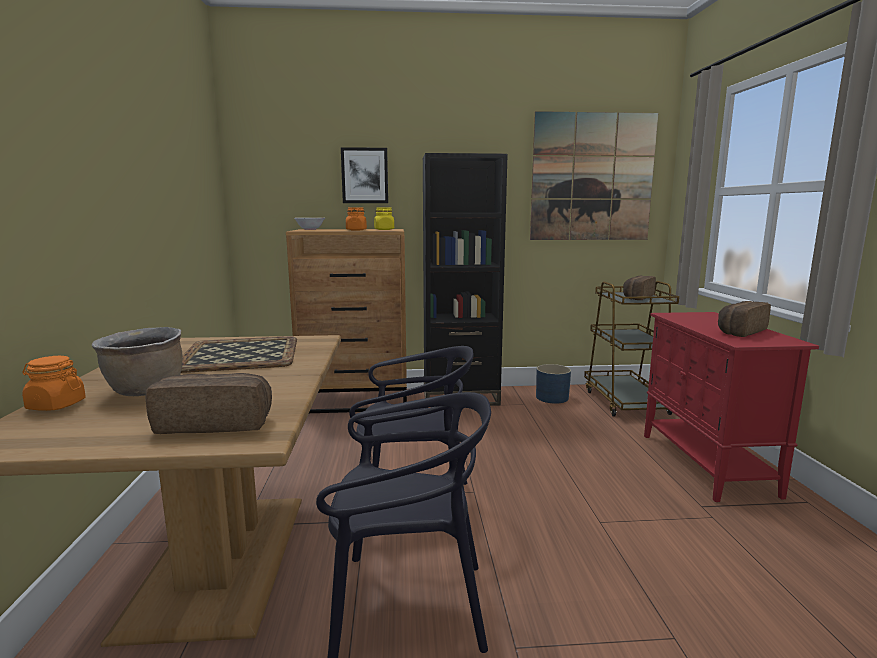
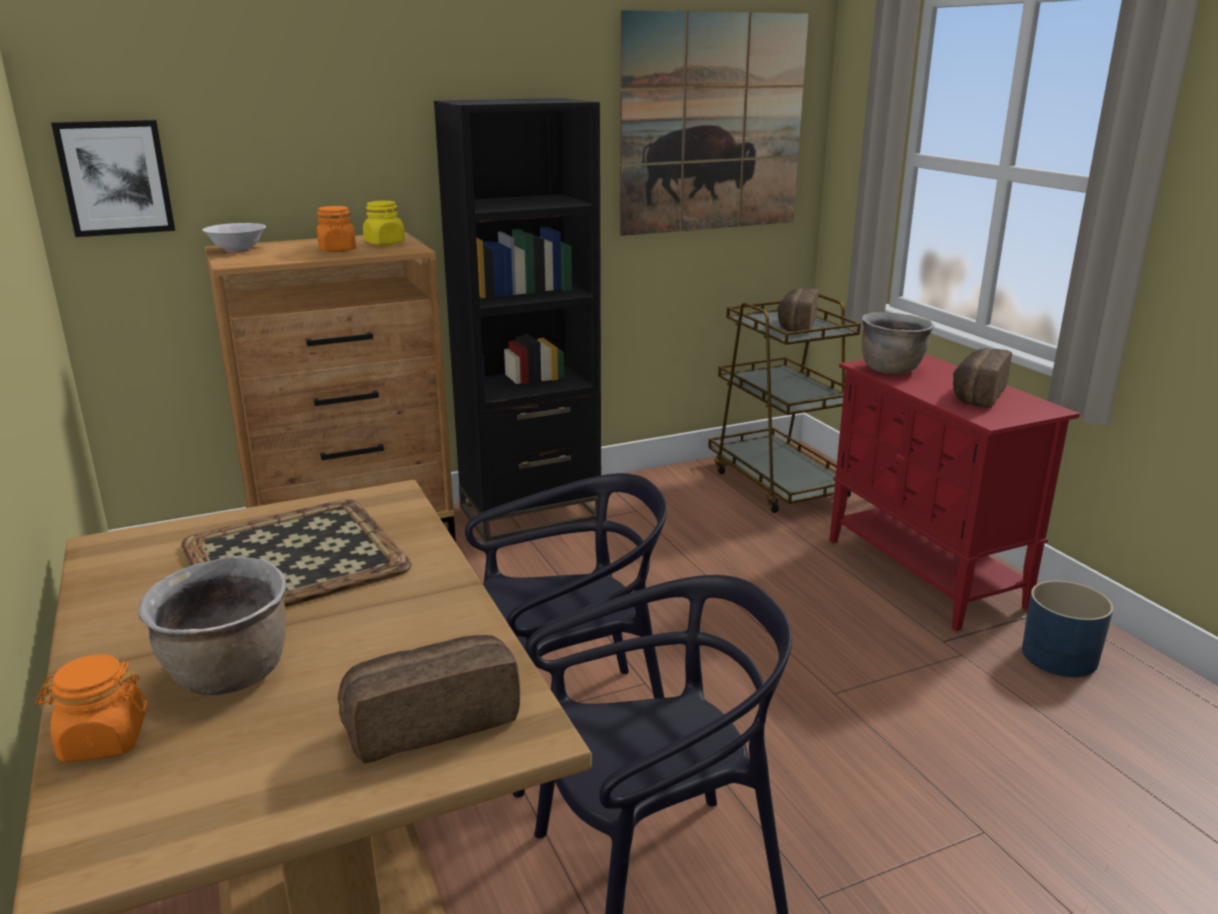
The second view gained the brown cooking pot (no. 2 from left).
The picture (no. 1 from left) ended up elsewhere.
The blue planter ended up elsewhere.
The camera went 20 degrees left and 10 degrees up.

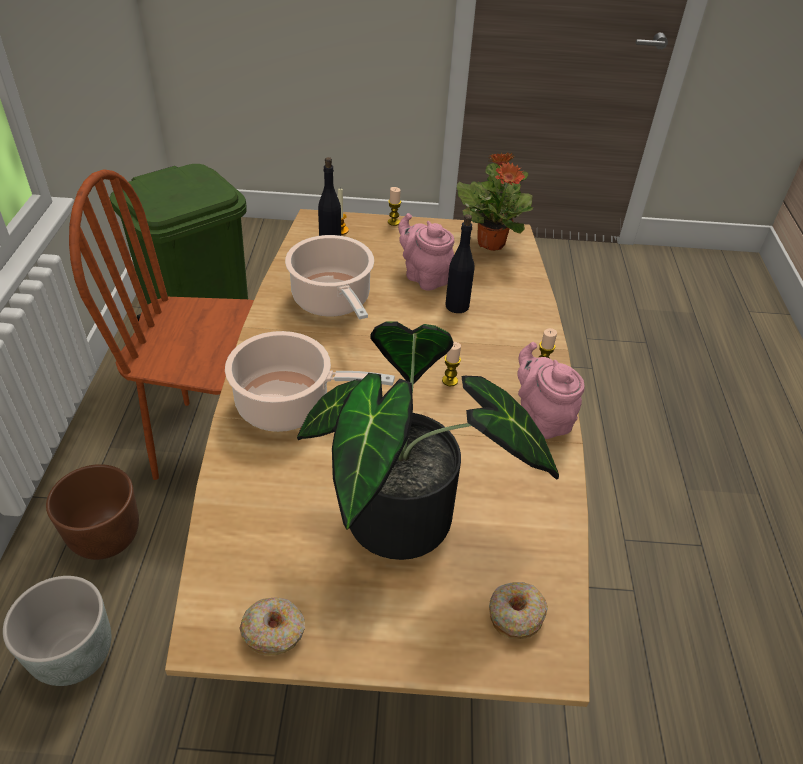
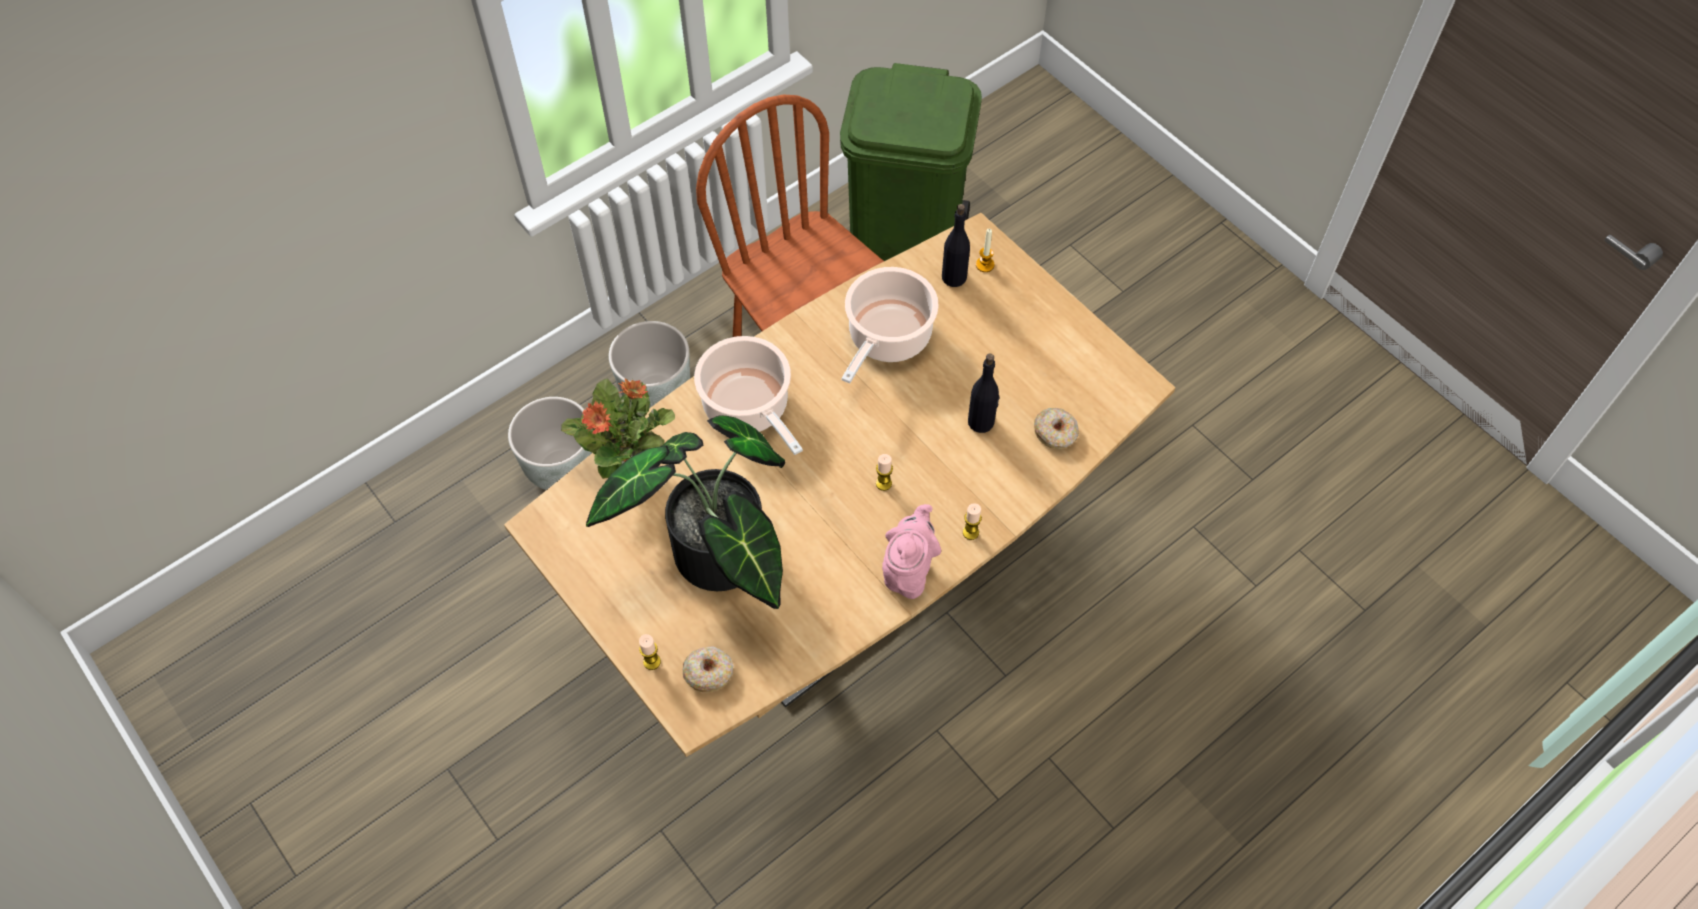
The second view lost the pink teapot (no. 1 from left).
The donut (no. 1 from left in the first image) ended up elsewhere.
The candle (no. 2 from left in the first image) ended up elsewhere.
The potted plant (no. 2 from left in the first image) ended up elsewhere.
What was the brown planter turned into the grey planter (no. 2 from left).
The camera went 50 degrees right and 15 degrees up.

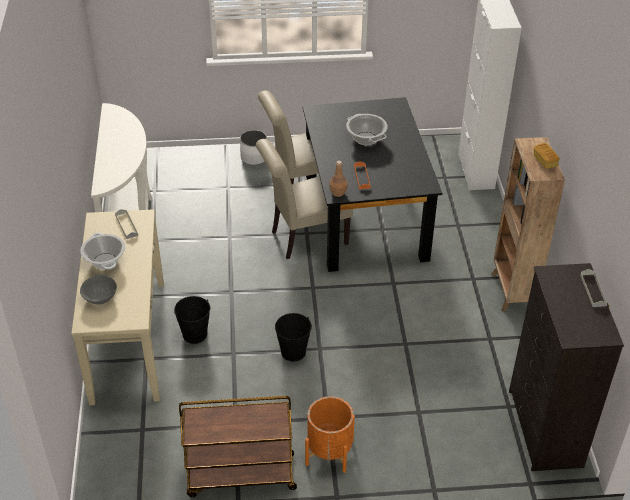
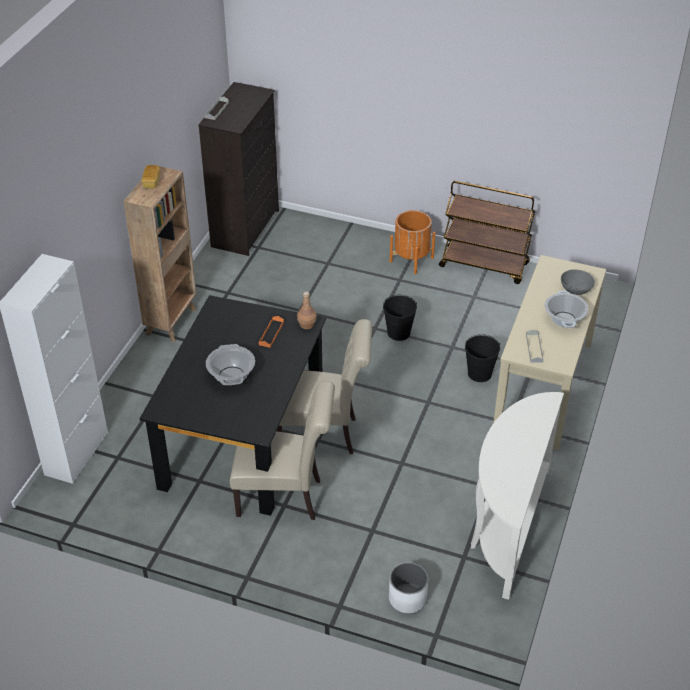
The white planter ended up elsewhere.
The camera went 155 degrees left and 0 degrees up.

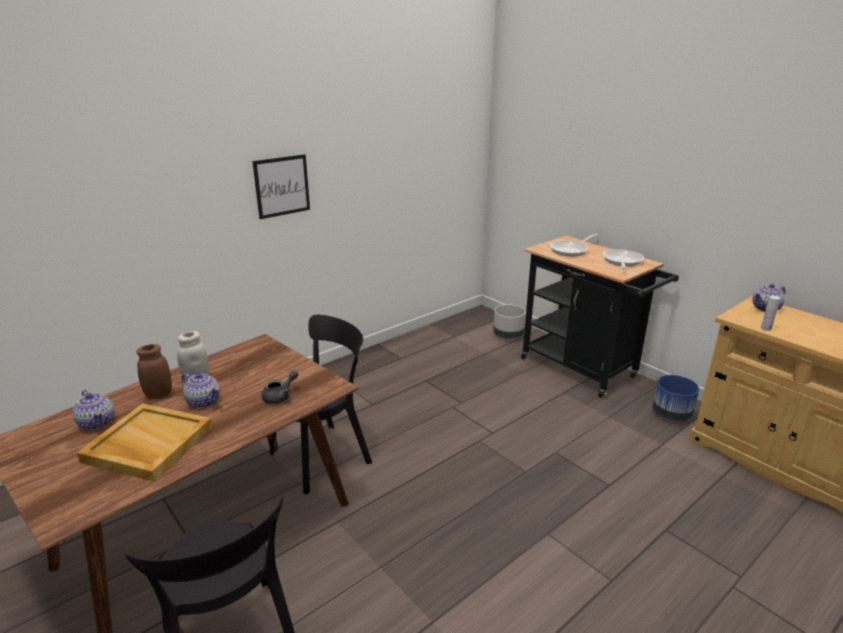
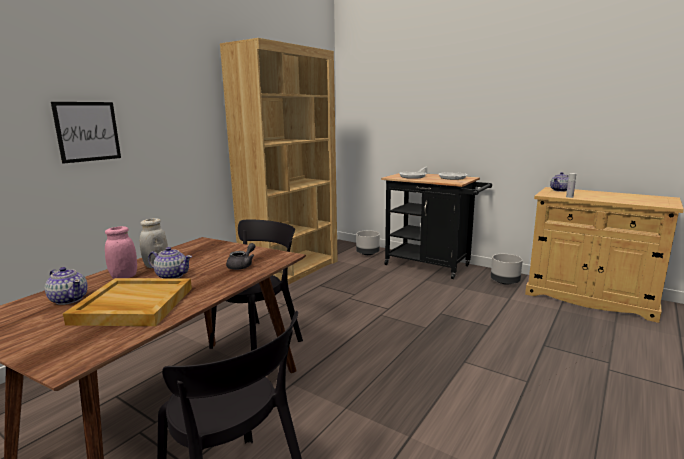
The second view gained the brown bookcase.
The picture ended up elsewhere.
What was the brown jar turned into the pink jar.
What was the blue planter turned into the grey planter (no. 2 from left).
The camera went 15 degrees left and 10 degrees down.

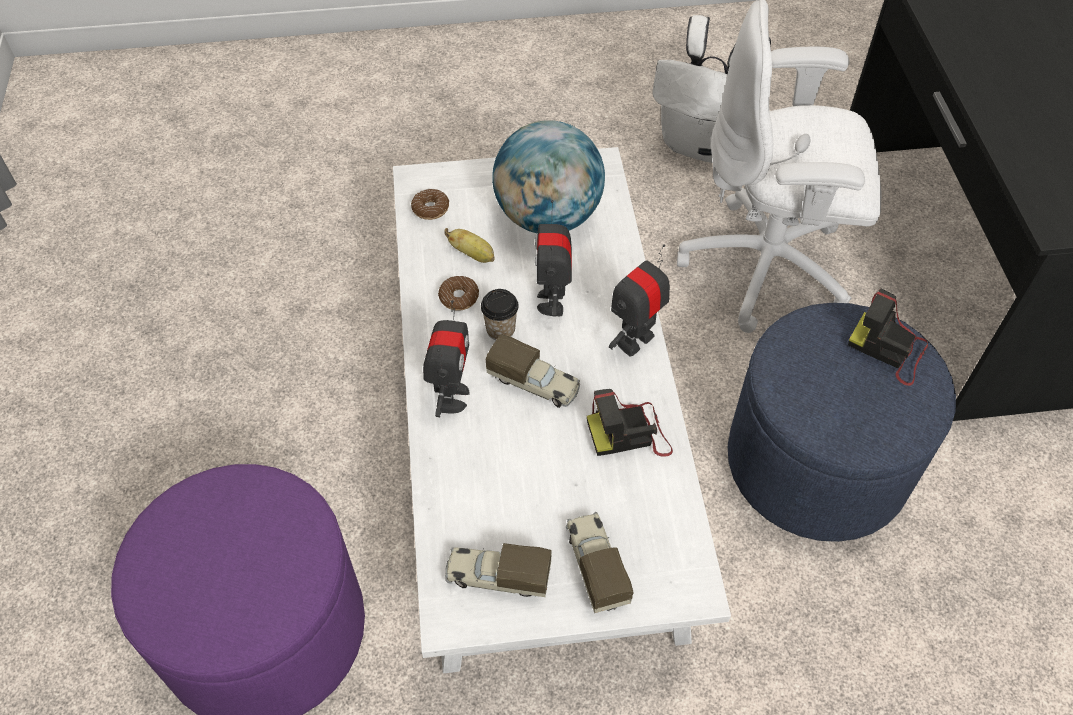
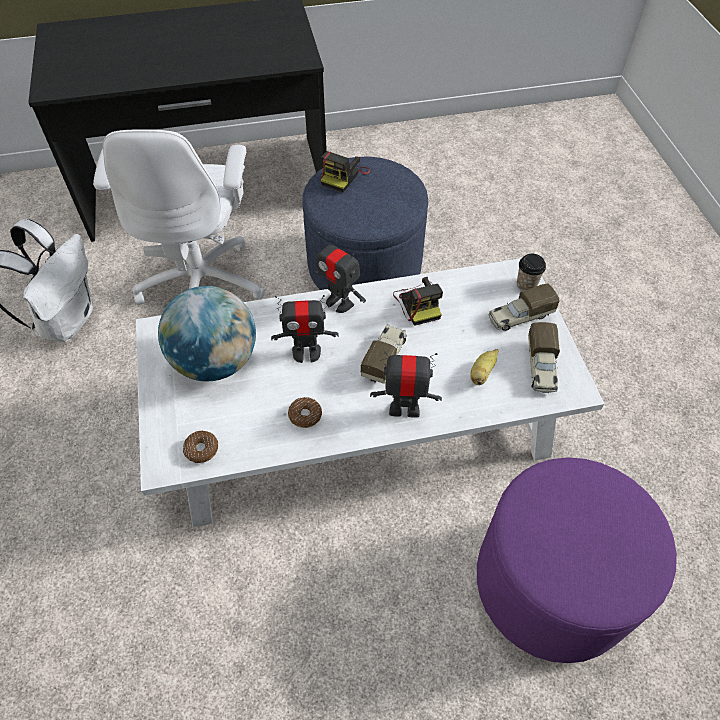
The banana ended up elsewhere.
The cup ended up elsewhere.
The camera went 95 degrees left and 0 degrees up.

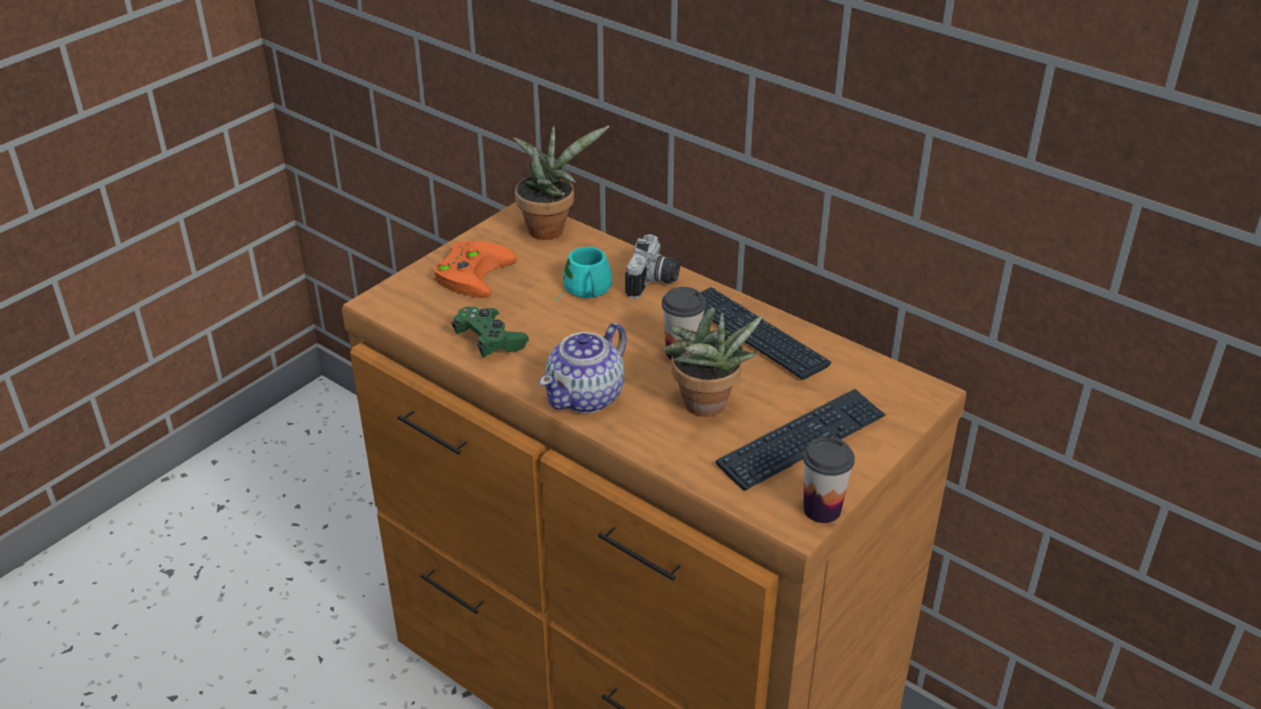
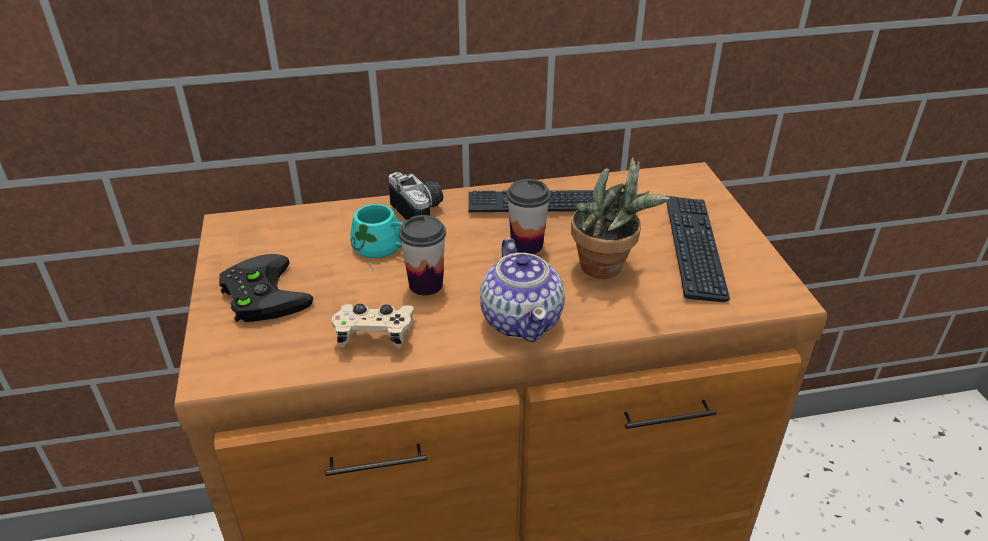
The second view lost the potted plant (no. 1 from left).
The cup (no. 2 from left in the first image) ended up elsewhere.
What was the orange game controller turned into the black game controller.
What was the green game controller turned into the beige game controller.
The camera went 50 degrees left and 0 degrees up.

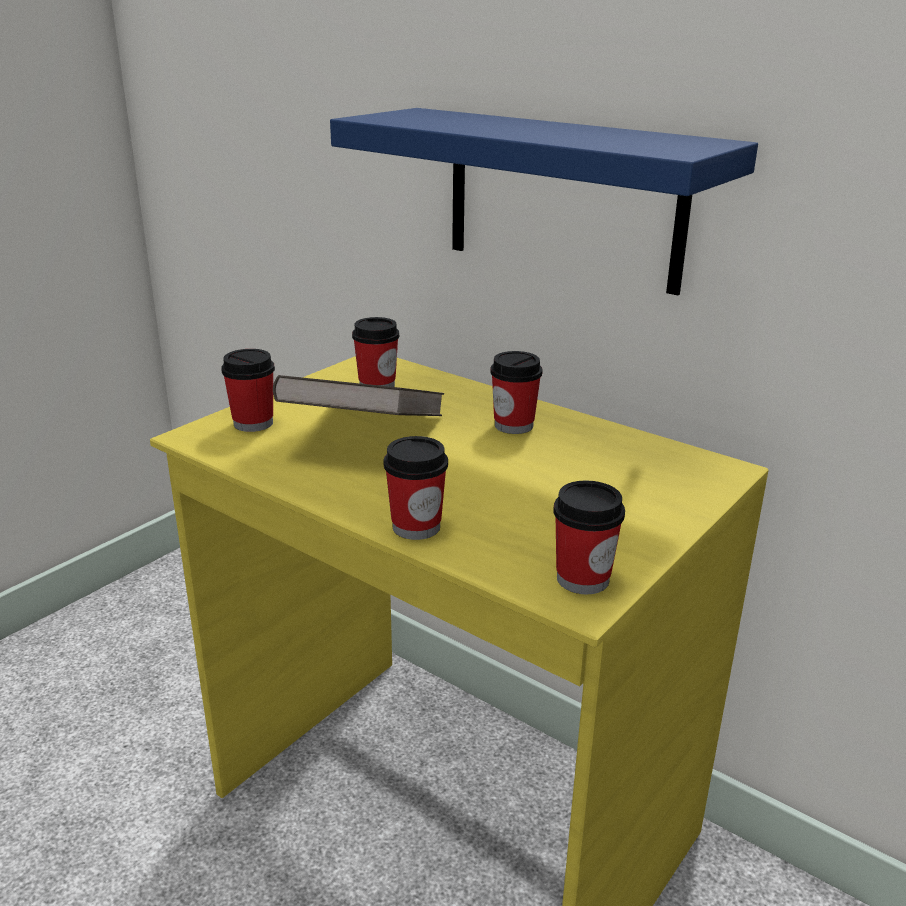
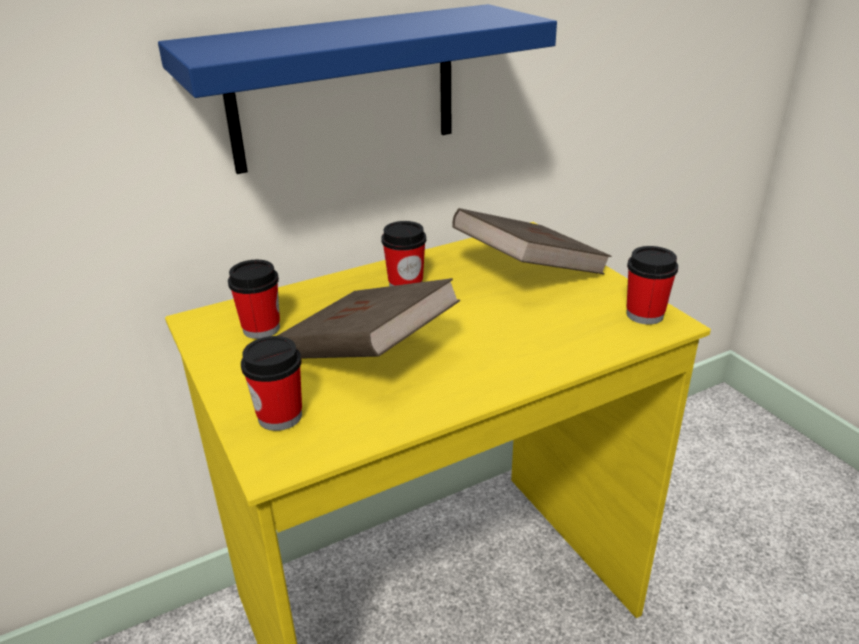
The second view lost the cup (no. 3 from left).
The second view gained the brown book (no. 2 from left).
The camera went 65 degrees left and 5 degrees up.

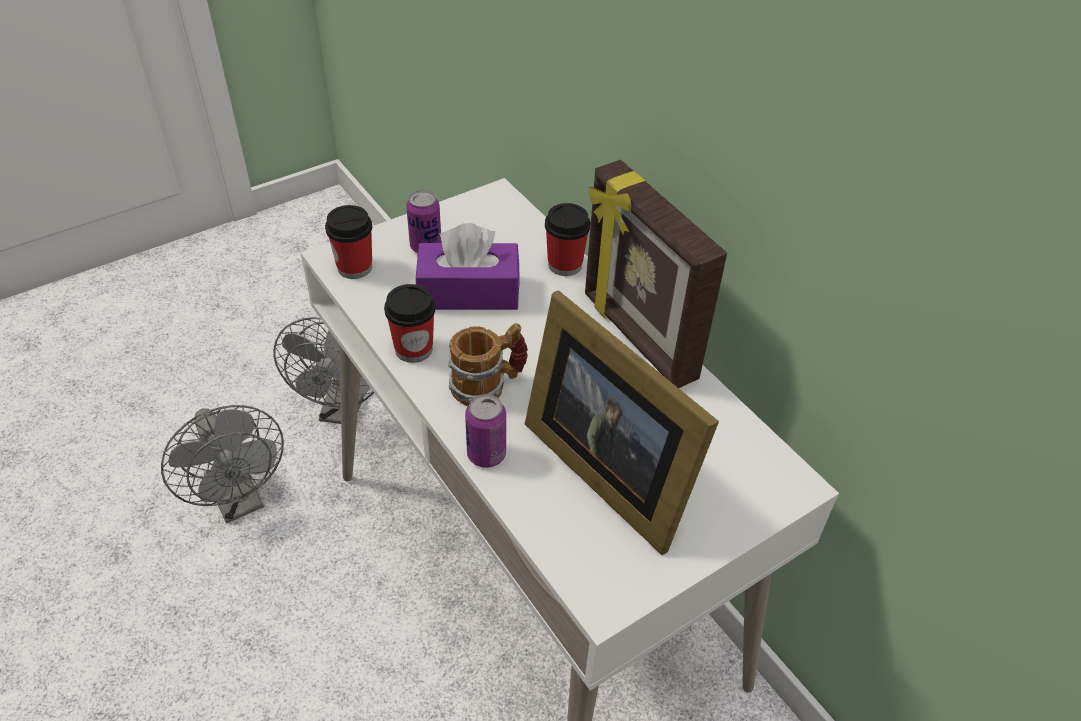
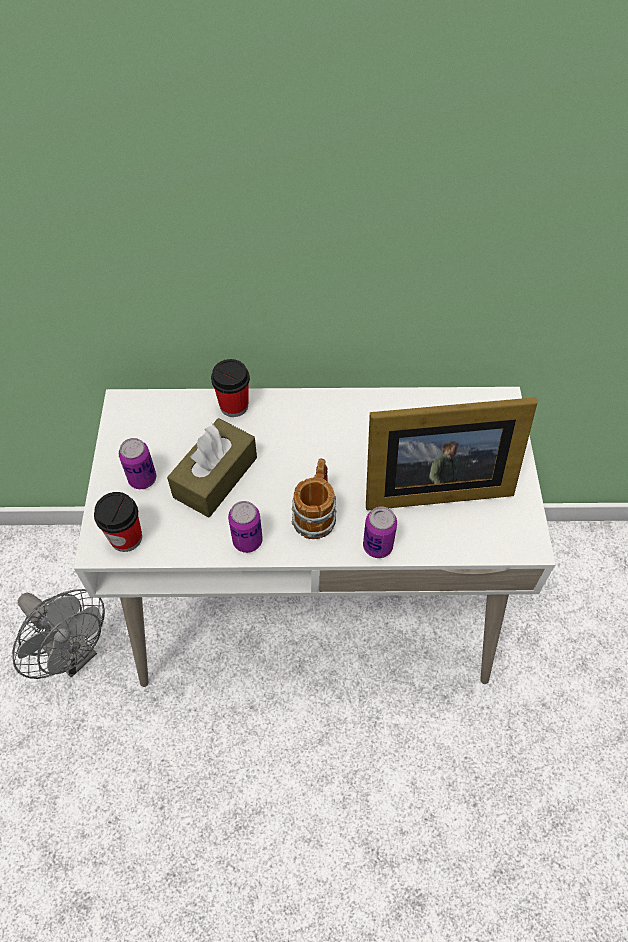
The second view lost the grey fan (no. 1 from left).
The second view lost the picture frame (no. 2 from left).
Where the cup (no. 2 from left) stood, the can (no. 2 from left) came to stand.
What was the purple tissue box turned into the brown tissue box.
The camera went 55 degrees left and 10 degrees up.

